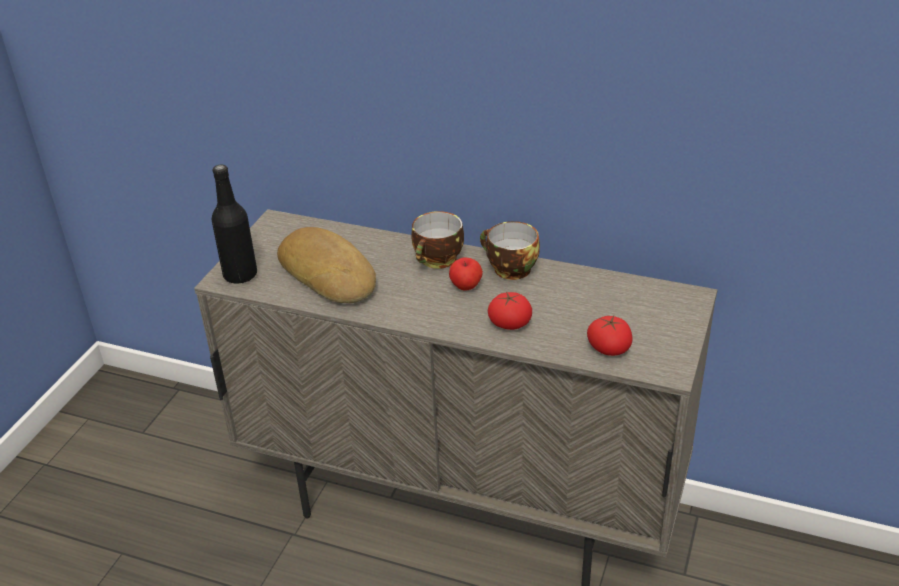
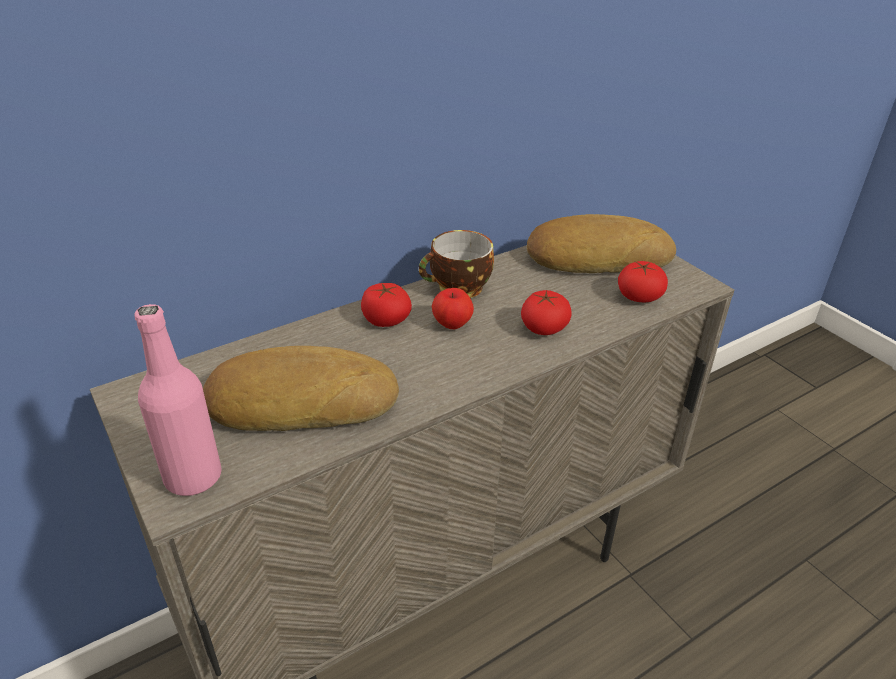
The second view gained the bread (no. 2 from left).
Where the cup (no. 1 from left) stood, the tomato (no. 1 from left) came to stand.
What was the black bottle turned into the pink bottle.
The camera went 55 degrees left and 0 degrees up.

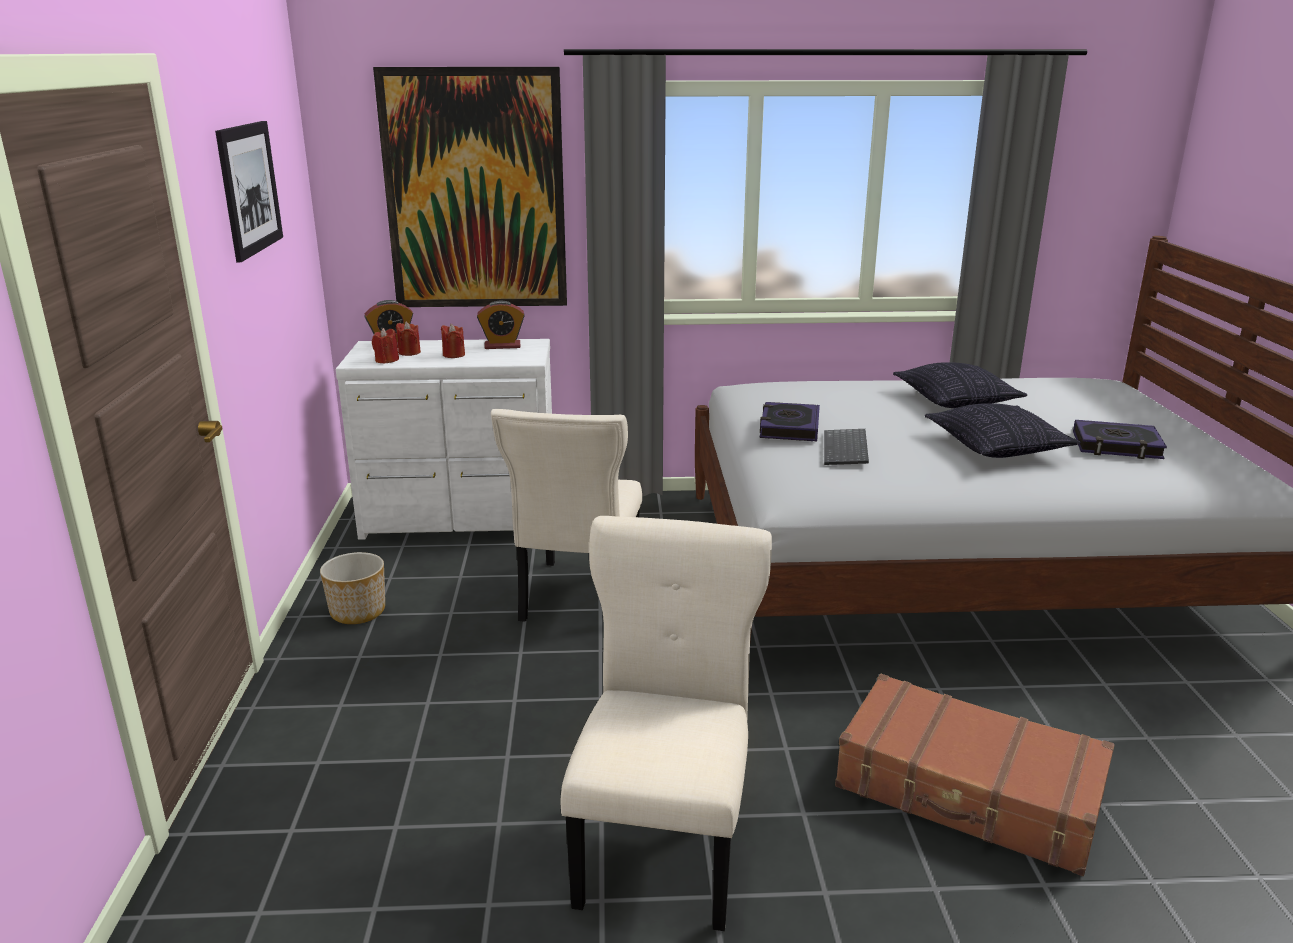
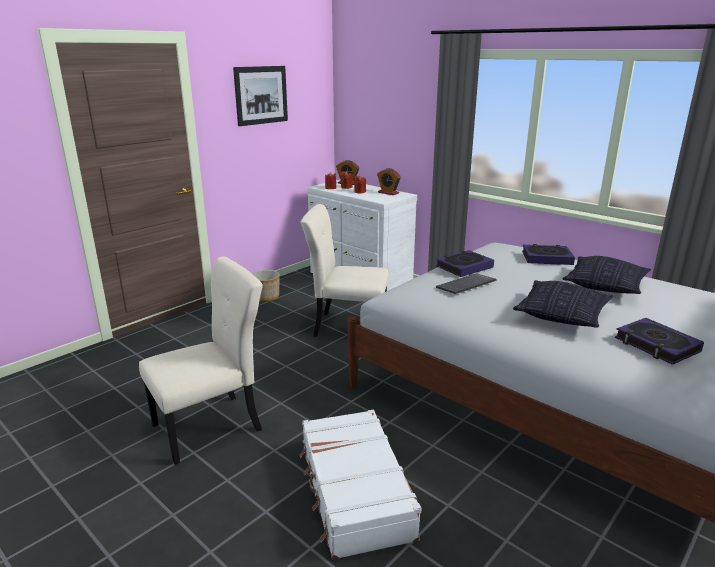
The second view lost the picture (no. 2 from left).
The second view gained the book (no. 2 from left).
What was the brown suitcase turned into the white suitcase.
The beige chair (no. 1 from left in the first image) ended up facing another way, 45 degrees clockwise from before.
The camera went 45 degrees right and 0 degrees up.

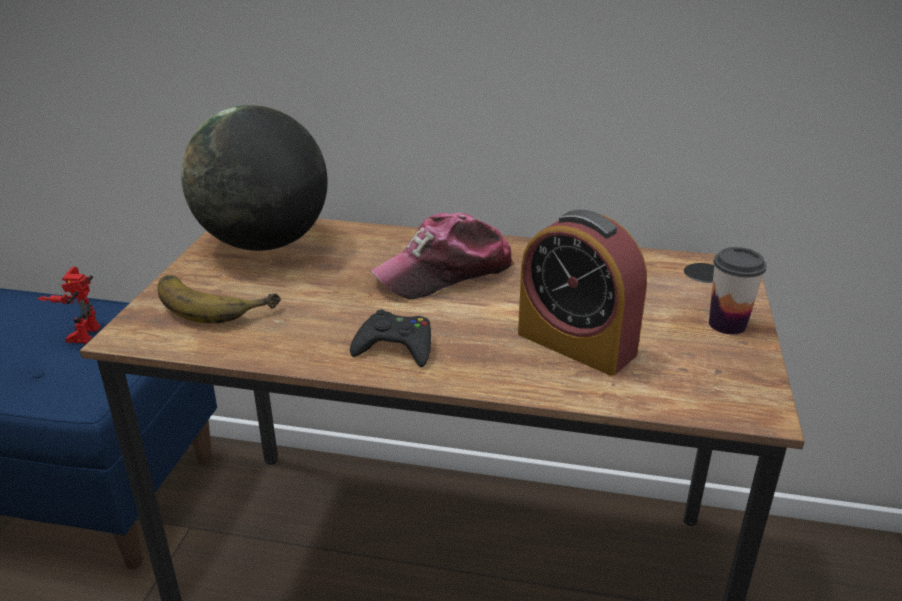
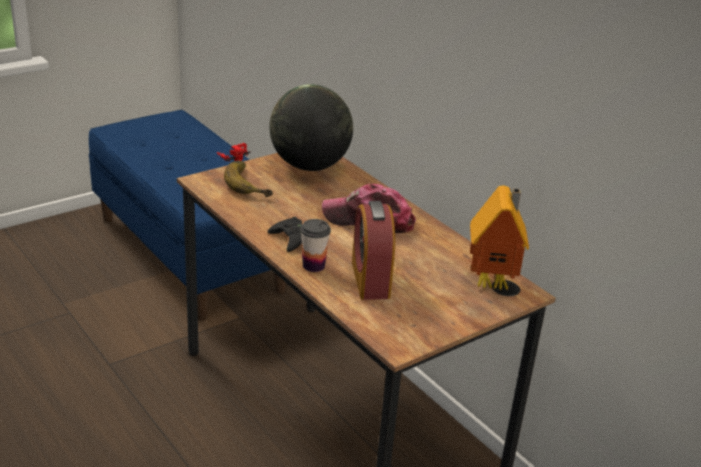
The second view gained the toy house.
The cup ended up elsewhere.
The camera went 40 degrees right and 0 degrees up.

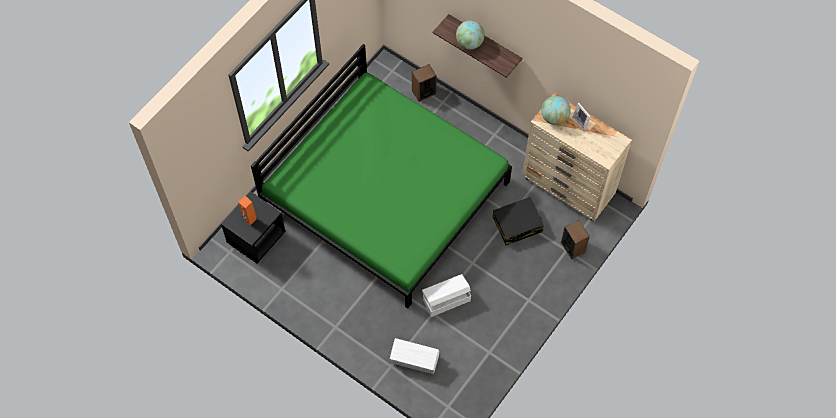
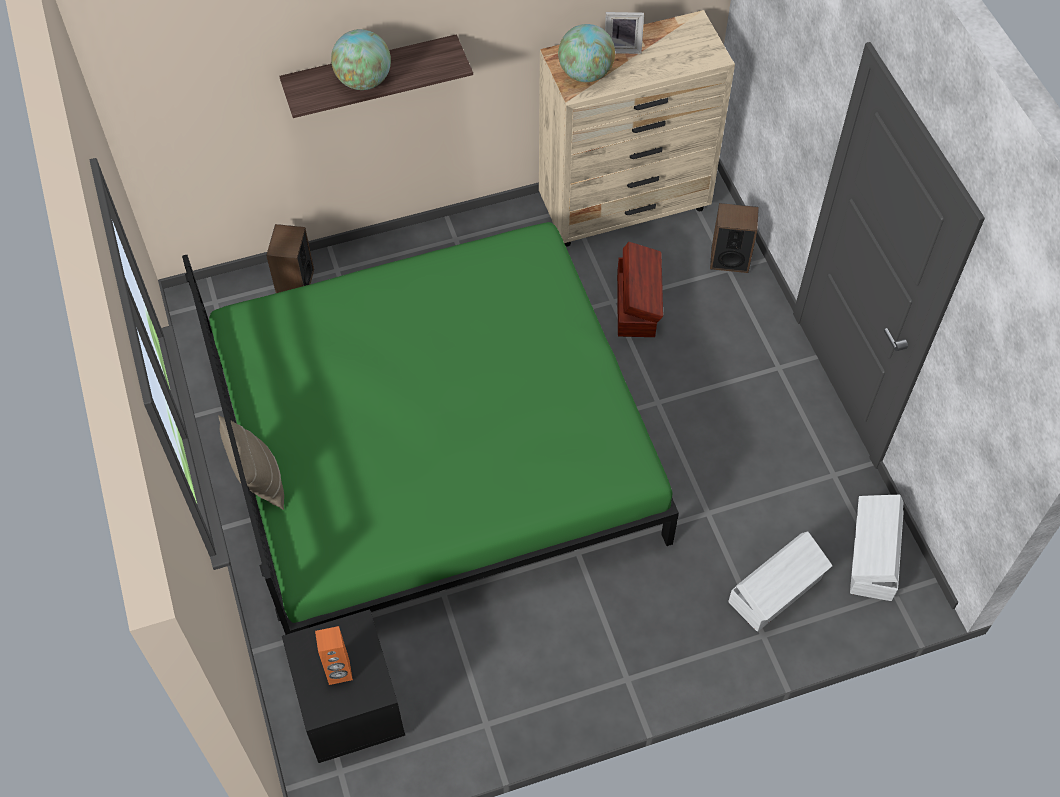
The second view gained the beige pillow.
The white storage box (no. 2 from left) ended up elsewhere.
Where the black suitcase stood, the brown storage box came to stand.
The camera went 55 degrees left and 5 degrees down.

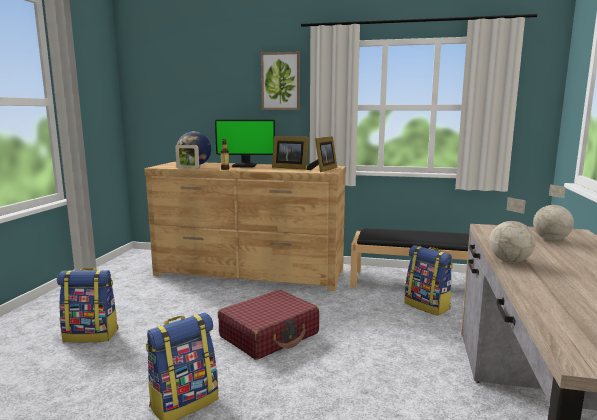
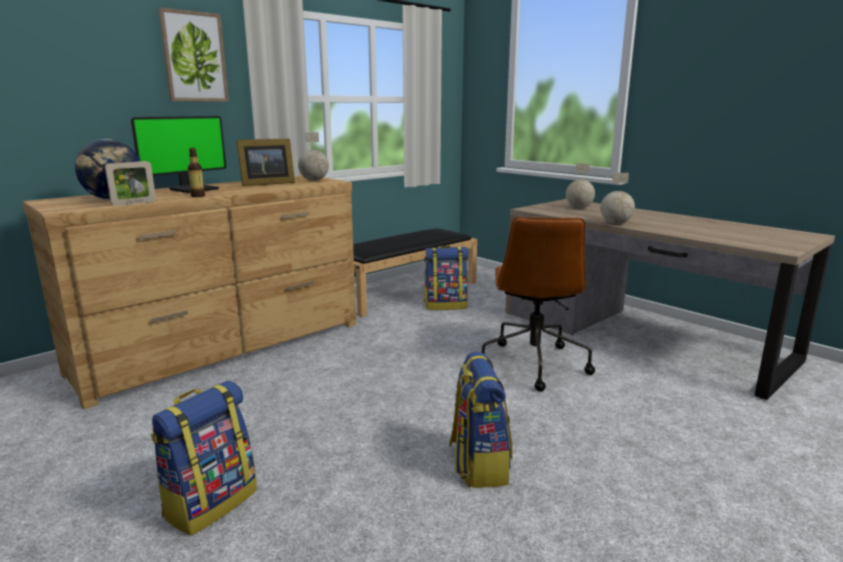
The second view lost the red suitcase.
The second view gained the brown office chair.
Where the picture frame (no. 3 from left) stood, the globe (no. 2 from left) came to stand.
The camera went 55 degrees left and 5 degrees up.

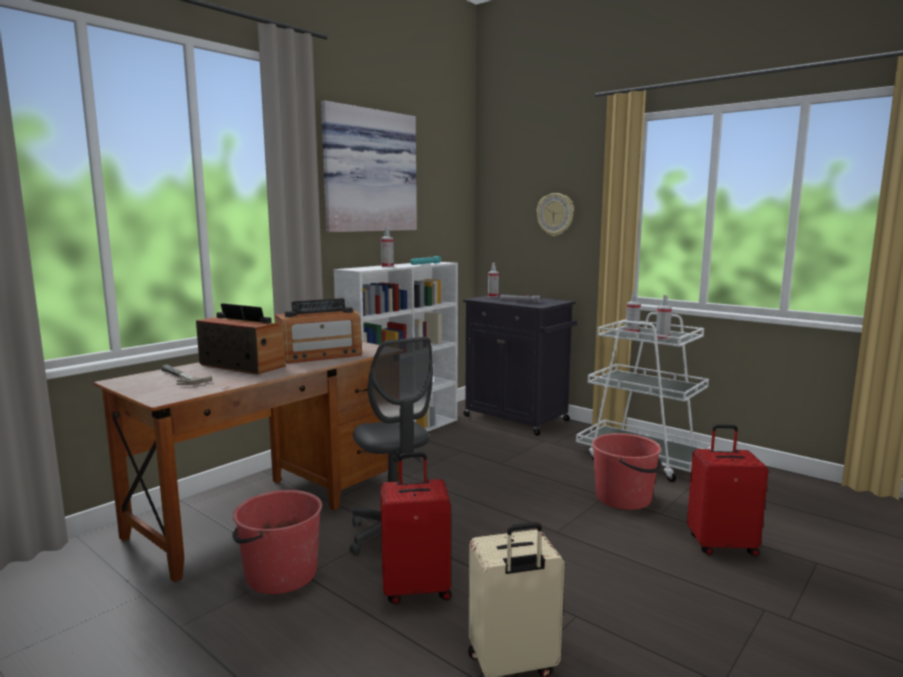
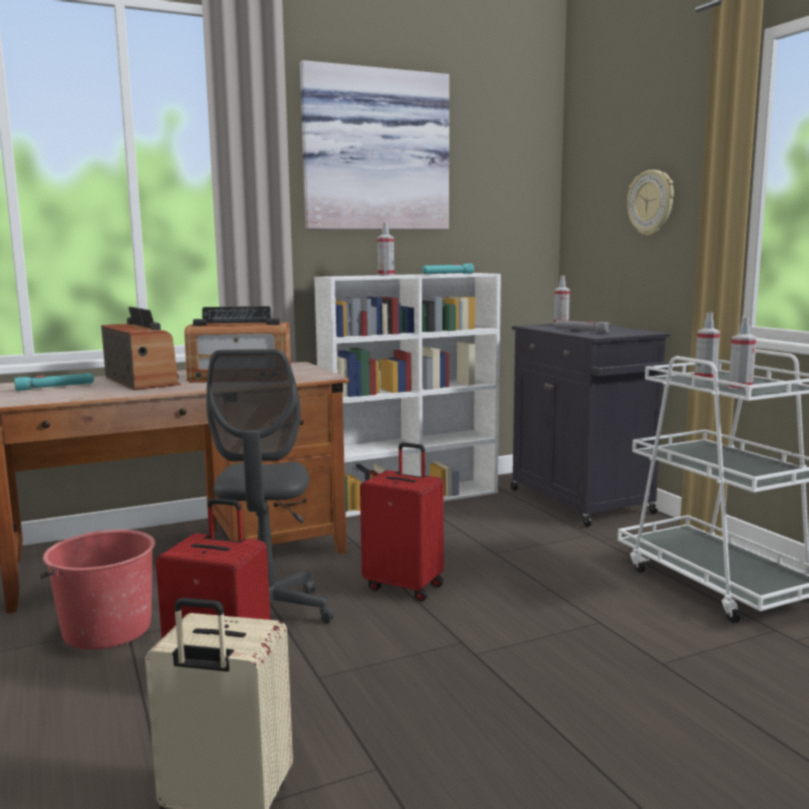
The second view lost the red bucket (no. 2 from left).
The red suitcase (no. 2 from left) ended up elsewhere.
Where the hammer stood, the turquoise flashlight (no. 1 from left) came to stand.
The camera went 25 degrees right and 0 degrees up.

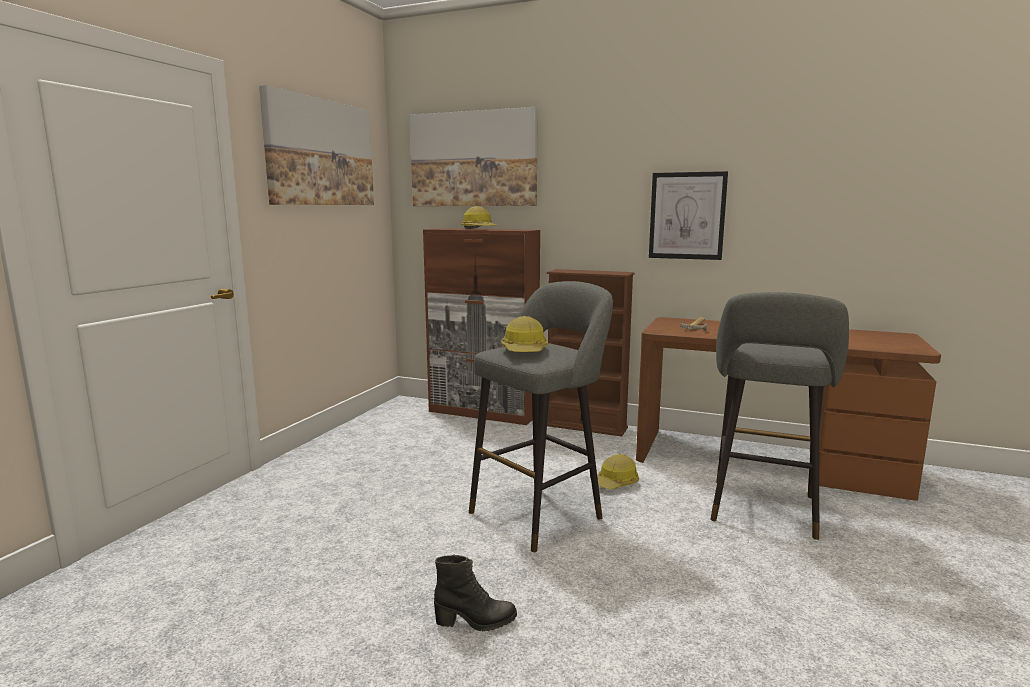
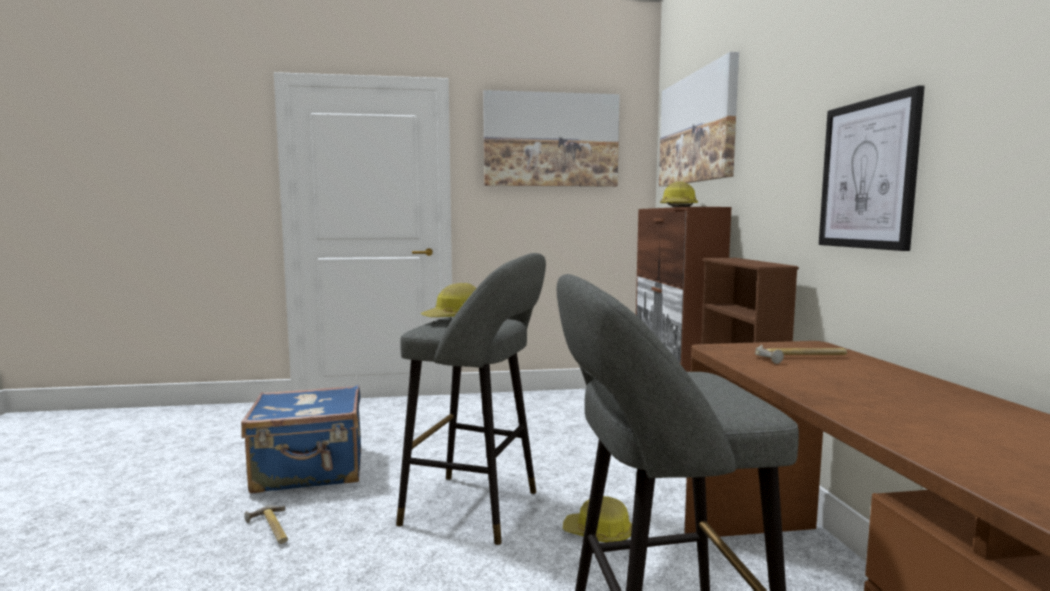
The second view gained the blue suitcase.
Where the black boot stood, the hammer (no. 1 from left) came to stand.
The camera went 60 degrees right and 5 degrees down.

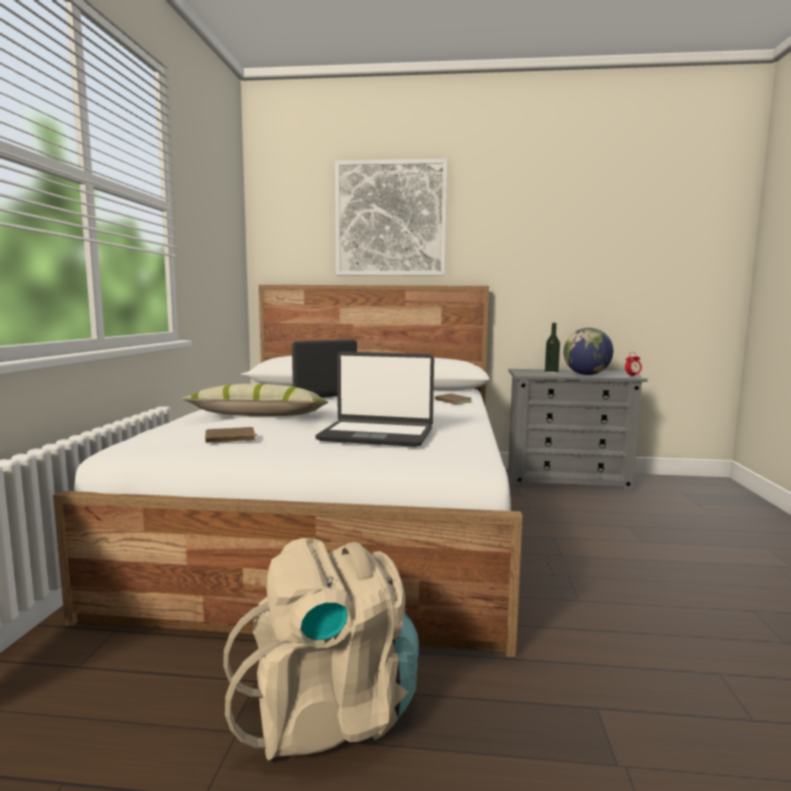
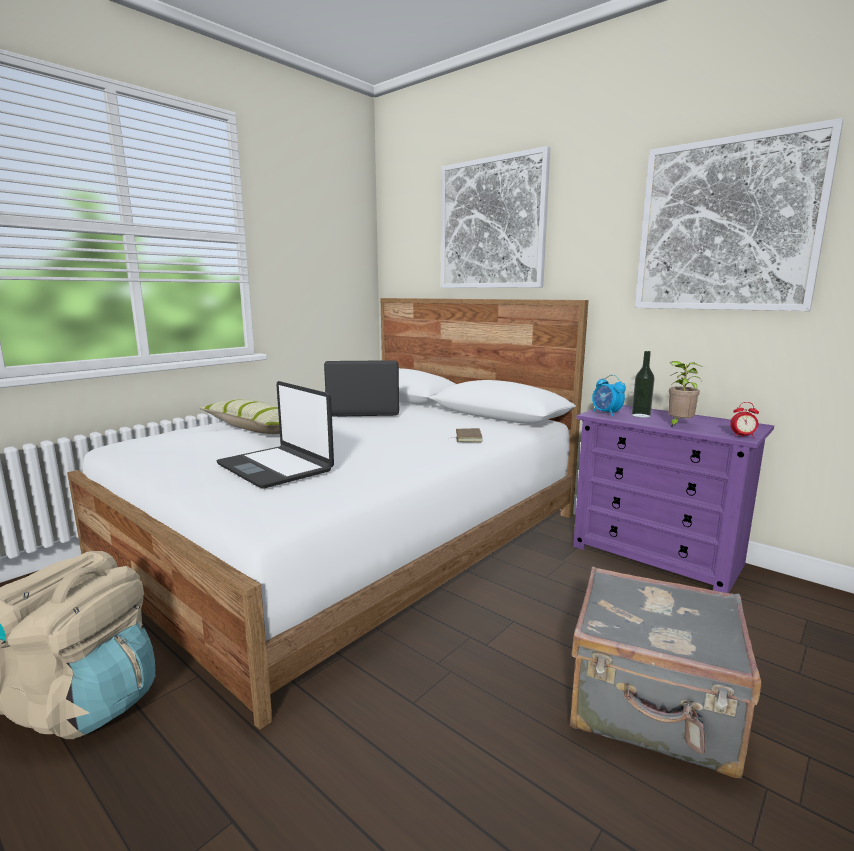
The second view lost the brown book (no. 1 from left).
The second view gained the grey suitcase.
The second view gained the alarm clock (no. 1 from left).
The second view gained the picture (no. 2 from left).
Where the globe stood, the potted plant came to stand.
What was the grey dresser turned into the purple dresser.
The camera went 35 degrees right and 5 degrees up.

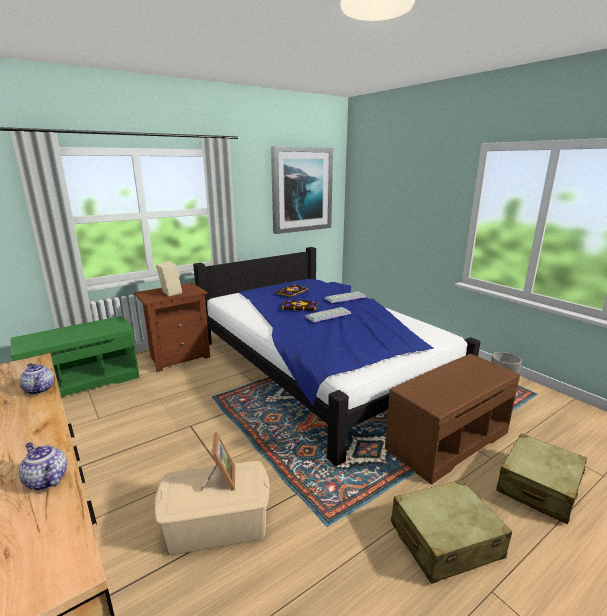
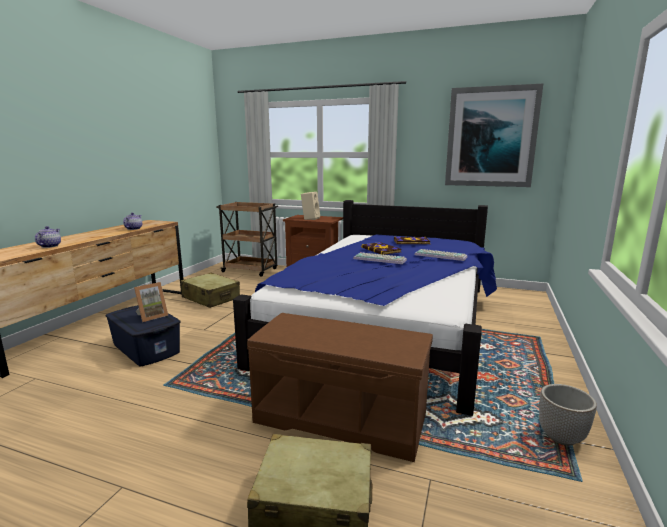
The beige suitcase (no. 1 from left) ended up elsewhere.
Where the green bench stood, the brown cart came to stand.
What was the beige storage box turned into the blue storage box.
The camera went 55 degrees right and 5 degrees down.

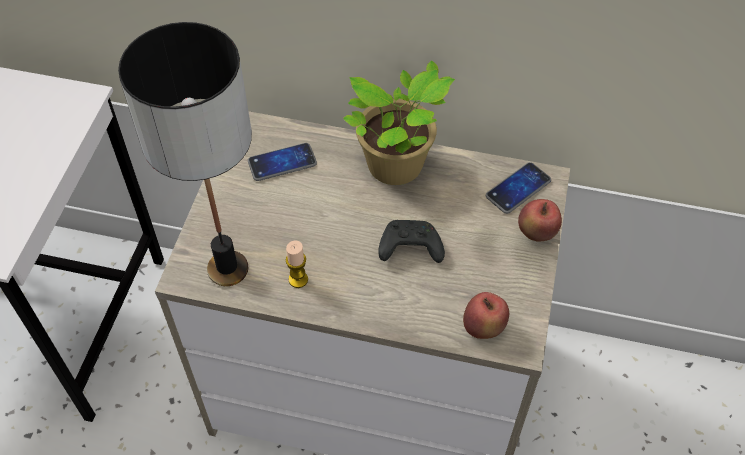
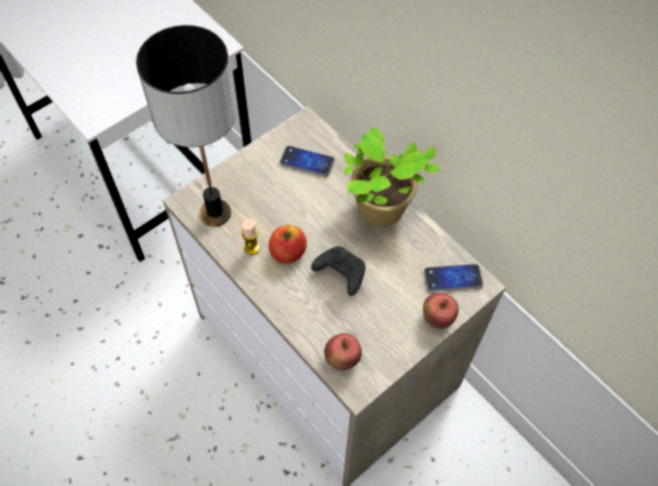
The second view gained the apple (no. 1 from left).
The camera went 35 degrees right and 5 degrees up.

